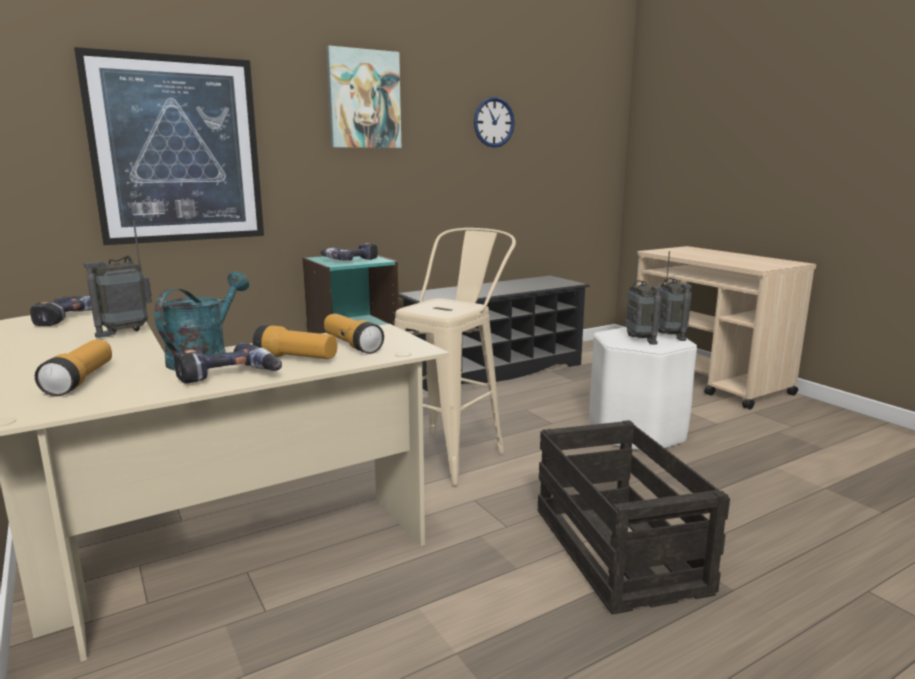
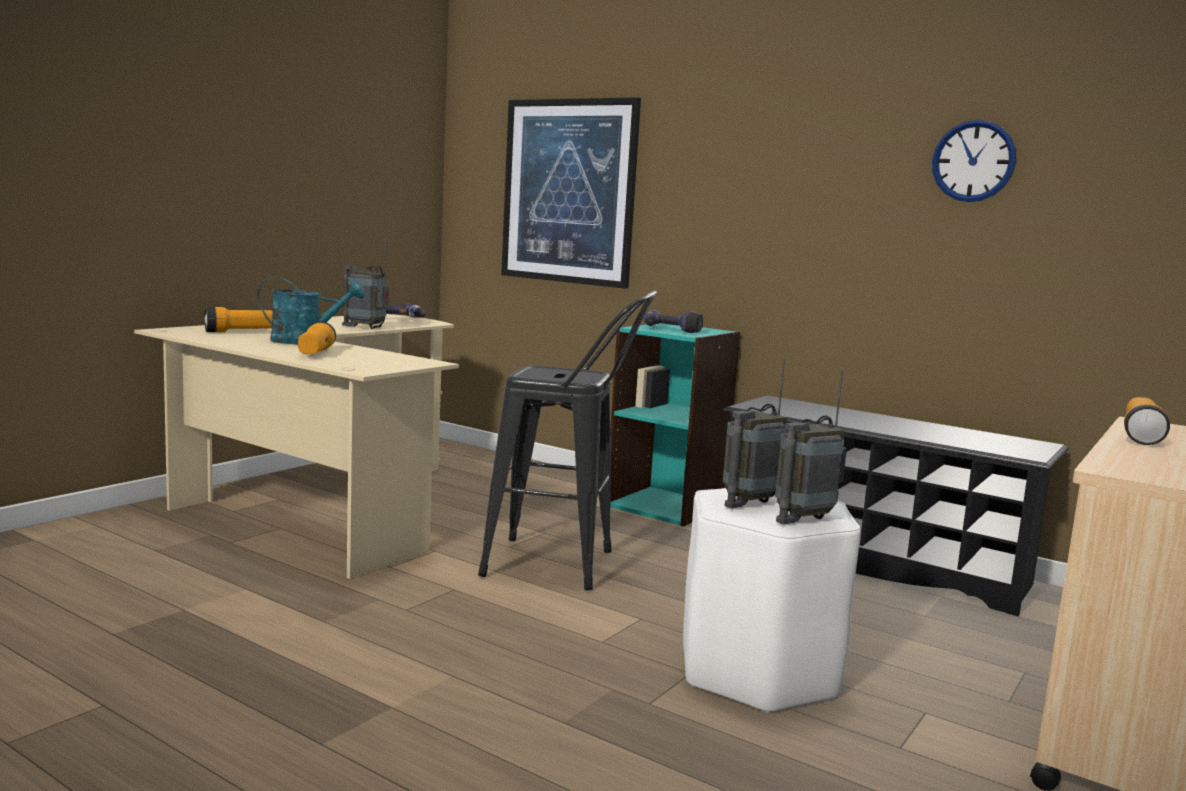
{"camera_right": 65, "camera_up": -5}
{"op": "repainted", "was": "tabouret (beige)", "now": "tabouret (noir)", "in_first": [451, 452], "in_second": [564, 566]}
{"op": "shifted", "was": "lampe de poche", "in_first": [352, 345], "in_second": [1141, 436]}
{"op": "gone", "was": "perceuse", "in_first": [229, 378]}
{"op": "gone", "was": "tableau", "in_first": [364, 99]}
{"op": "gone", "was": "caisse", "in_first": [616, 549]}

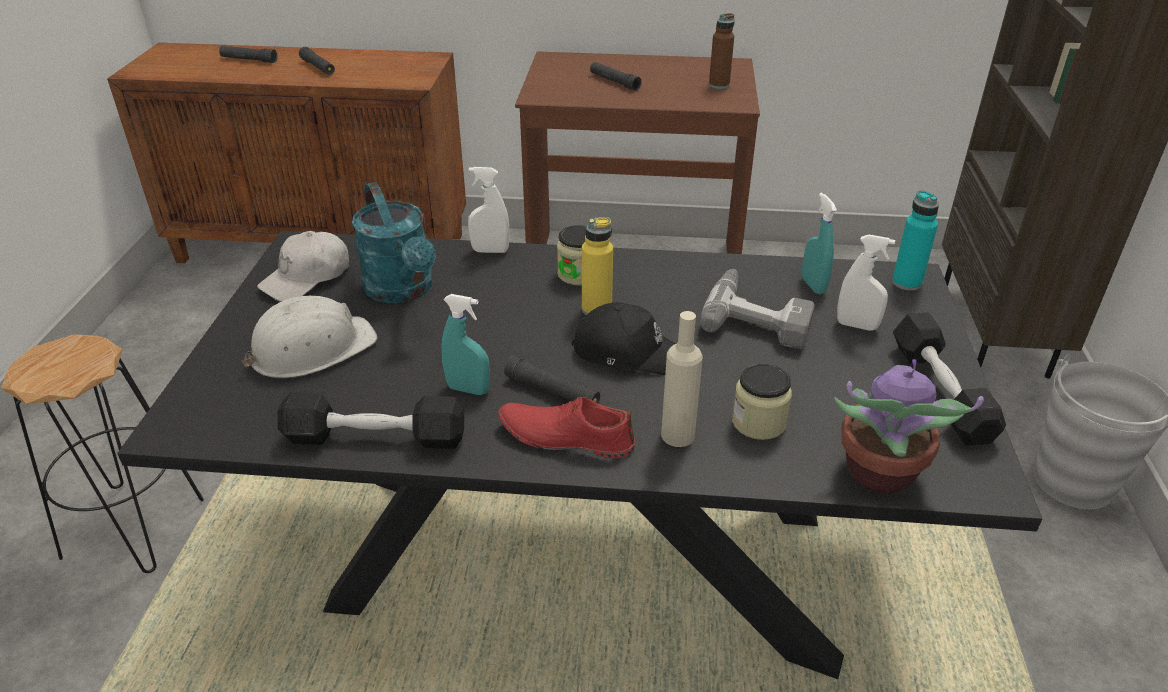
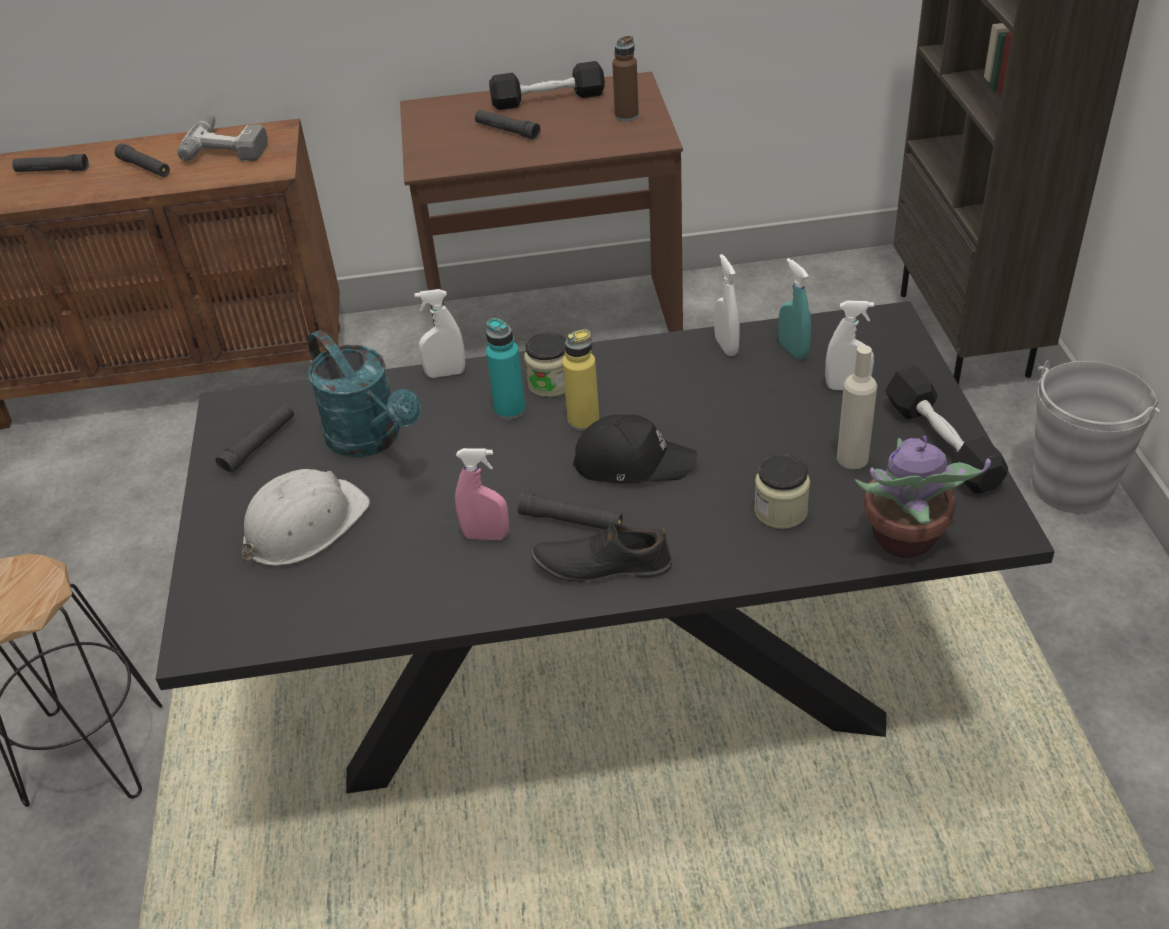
{"camera_right": -10, "camera_up": 5}
{"op": "shifted", "was": "perceuse", "in_first": [758, 316], "in_second": [230, 145]}
{"op": "swapped", "was": "casquette (blanc)", "now": "lampe de poche (noir)", "in_first": [307, 278], "in_second": [259, 445]}
{"op": "repainted", "was": "vaporisateur (turquoise)", "now": "vaporisateur (rose)", "in_first": [468, 389], "in_second": [486, 536]}
{"op": "shifted", "was": "bouteille (turquoise)", "in_first": [906, 282], "in_second": [510, 410]}
{"op": "shifted", "was": "haltère (noir)", "in_first": [375, 437], "in_second": [548, 99]}
{"op": "repainted", "was": "chaussure (rouge)", "now": "chaussure (noir)", "in_first": [565, 437], "in_second": [601, 565]}
{"op": "new", "now": "vaporisateur (blanc)", "in_second": [726, 346]}
{"op": "shifted", "was": "bouteille (beige)", "in_first": [677, 435], "in_second": [852, 458]}

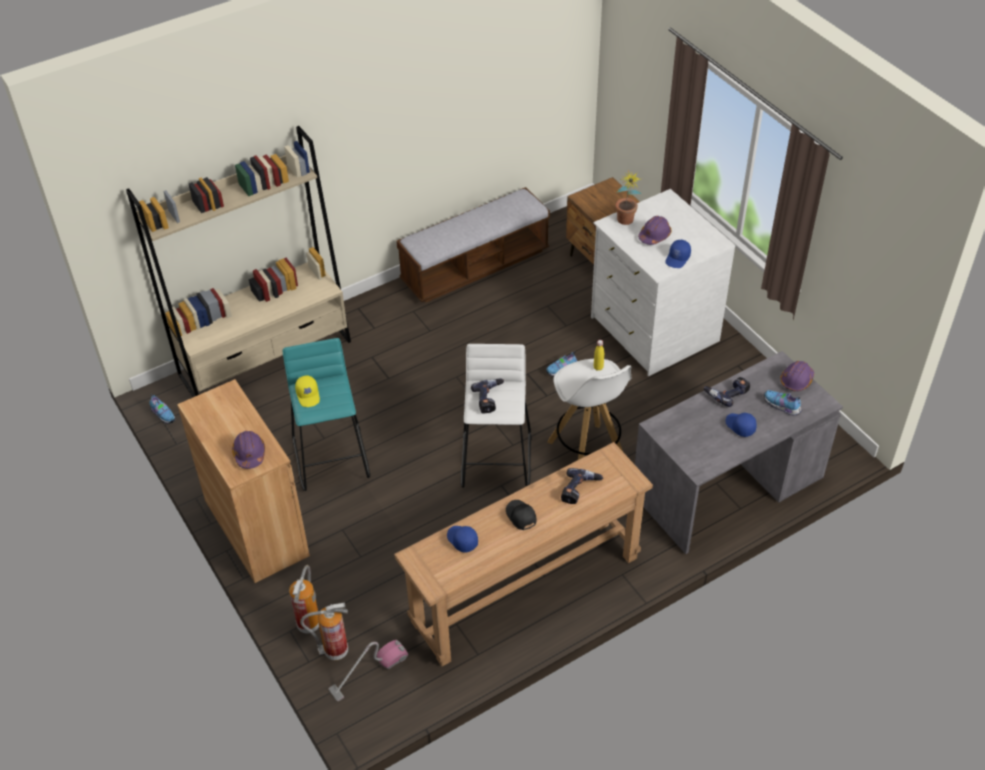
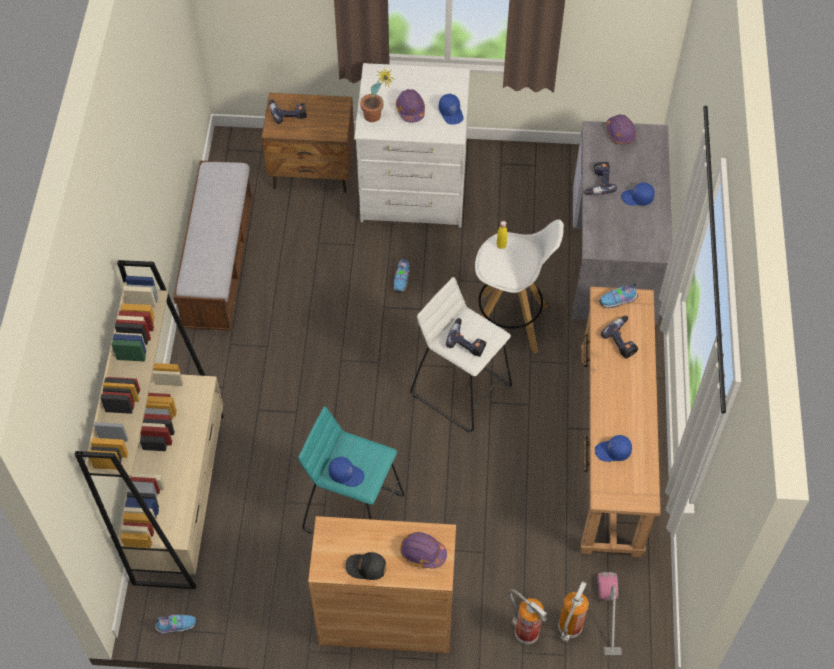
{"camera_right": -55, "camera_up": 10}
{"op": "new", "now": "perceuse", "in_second": [288, 113]}
{"op": "repainted", "was": "casquette (jaune)", "now": "casquette (bleu)", "in_first": [308, 395], "in_second": [346, 474]}
{"op": "shifted", "was": "casquette (noir)", "in_first": [520, 516], "in_second": [366, 568]}
{"op": "shifted", "was": "chaussure", "in_first": [782, 407], "in_second": [618, 301]}

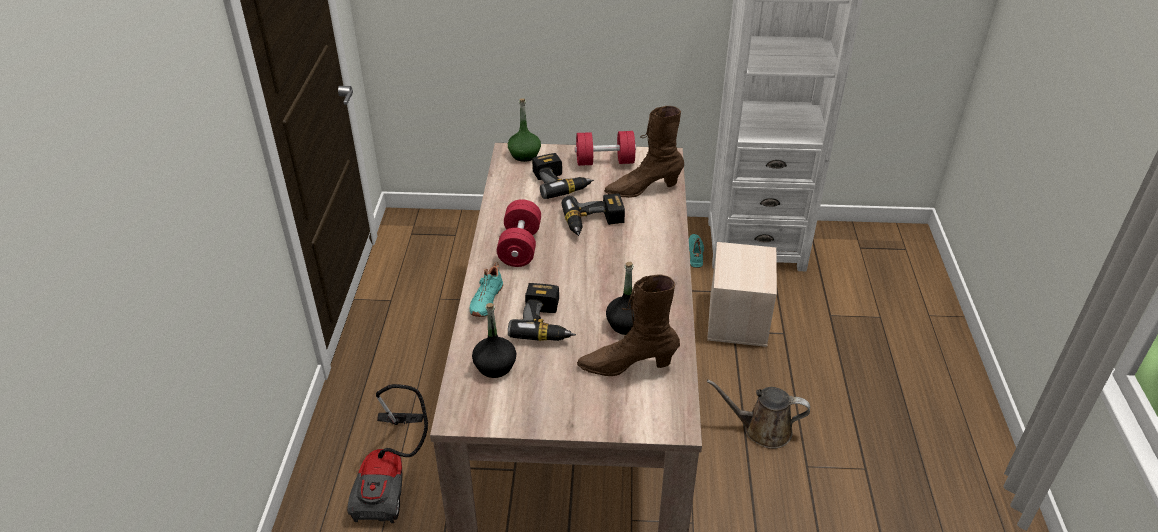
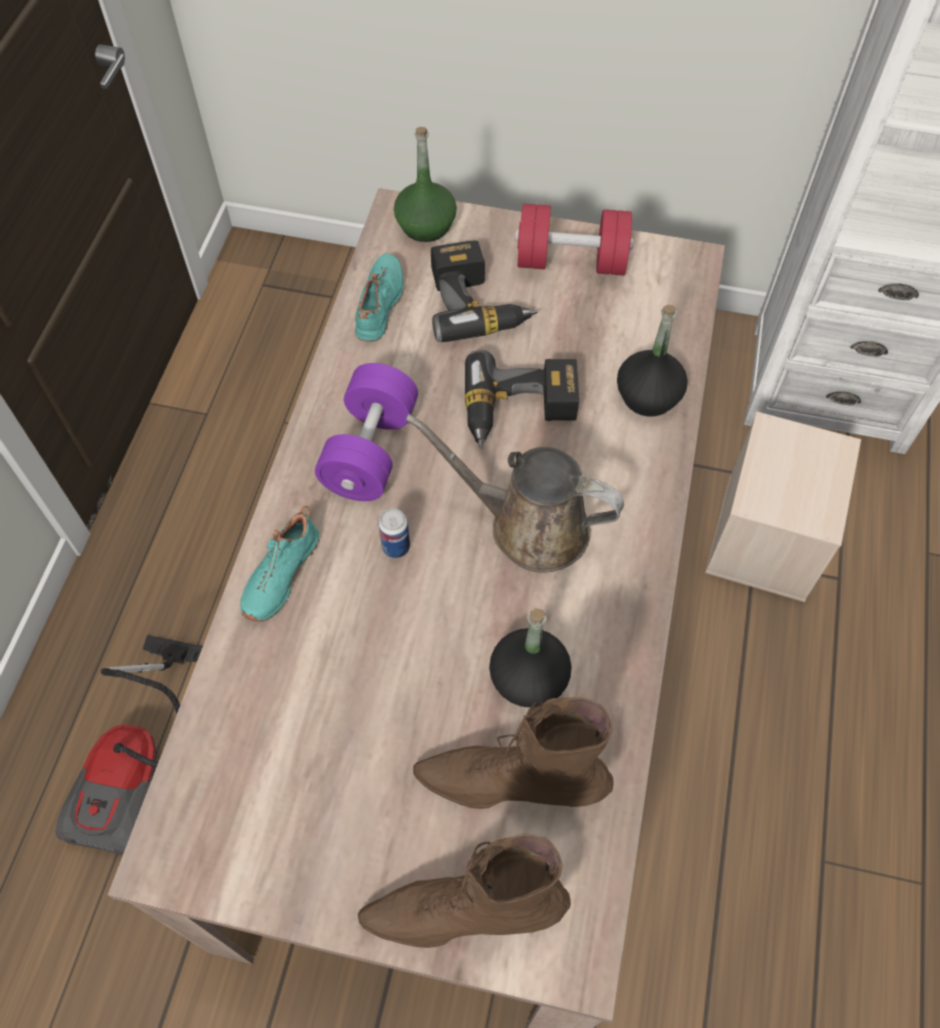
{"camera_right": 10, "camera_up": 20}
{"op": "repainted", "was": "haltère (rouge)", "now": "haltère (violet)", "in_first": [520, 247], "in_second": [370, 451]}
{"op": "shifted", "was": "chaussure (turquoise)", "in_first": [696, 254], "in_second": [381, 305]}
{"op": "shifted", "was": "botte (marron)", "in_first": [643, 189], "in_second": [462, 912]}
{"op": "new", "now": "boîte métallique", "in_second": [396, 547]}
{"op": "shifted", "was": "arrosoir (marron)", "in_first": [762, 430], "in_second": [529, 526]}
{"op": "shifted", "was": "bouteille (noir)", "in_first": [495, 366], "in_second": [648, 396]}
{"op": "gone", "was": "perceuse", "in_first": [546, 323]}

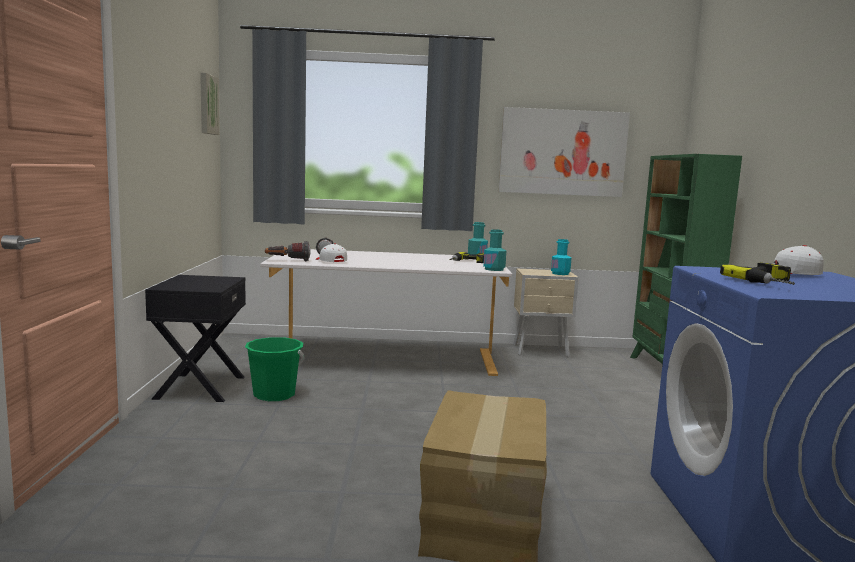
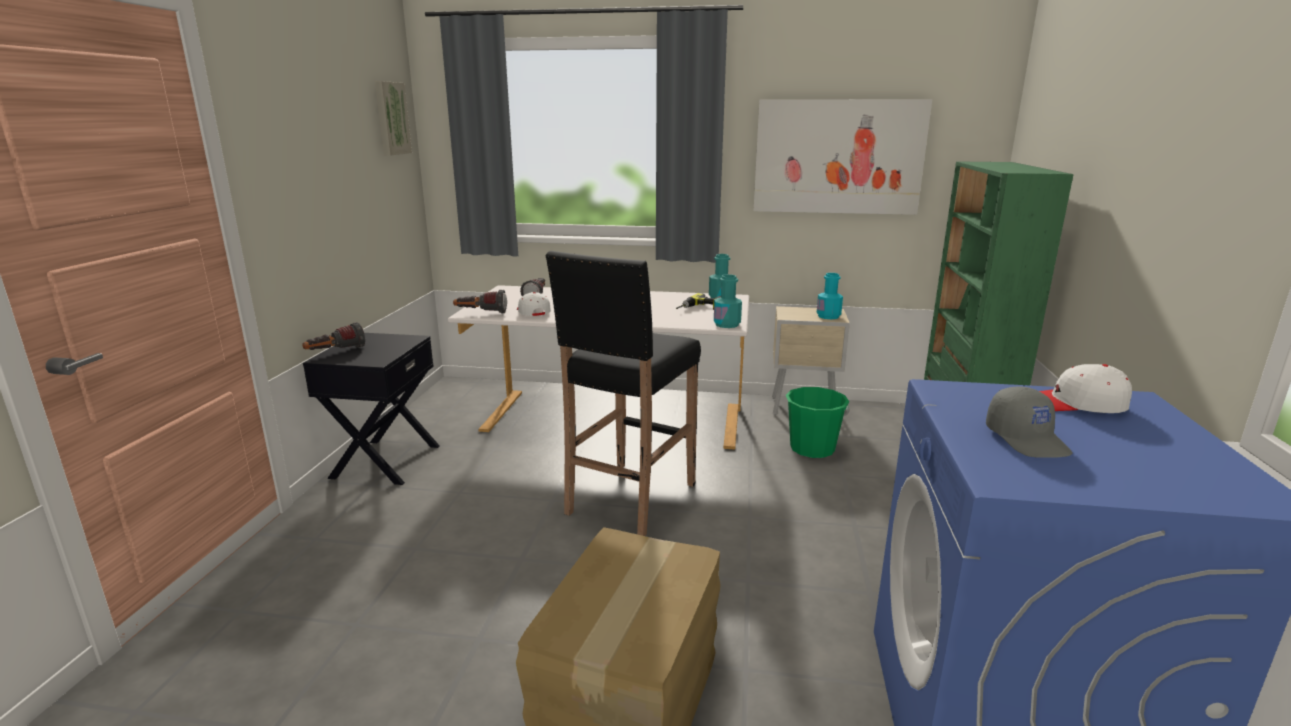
{"camera_right": 10, "camera_up": 10}
{"op": "new", "now": "lampe de poche", "in_second": [335, 352]}
{"op": "new", "now": "tabouret (noir)", "in_second": [629, 500]}
{"op": "shifted", "was": "seau (vert)", "in_first": [274, 394], "in_second": [812, 449]}
{"op": "swapped", "was": "perceuse", "now": "casquette (gris)", "in_first": [771, 283], "in_second": [1027, 439]}

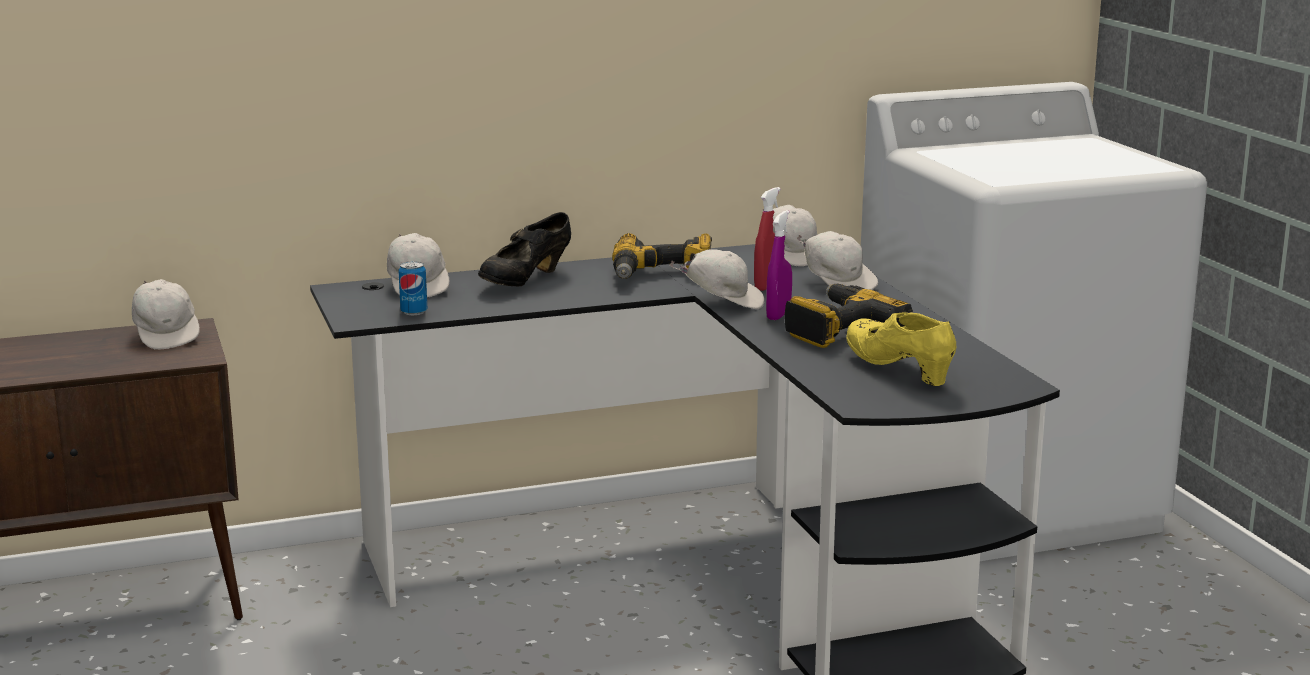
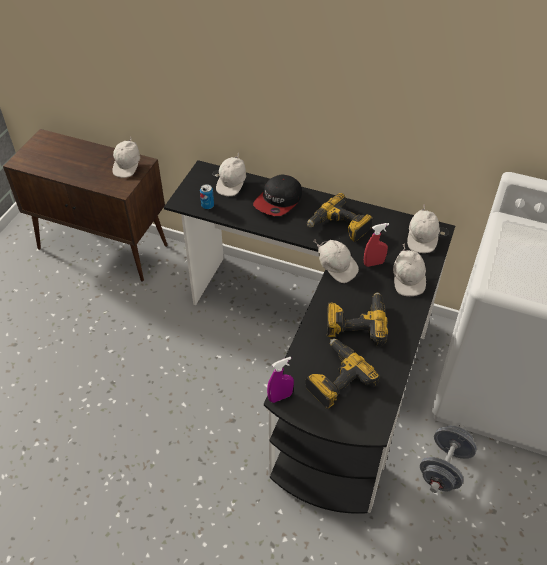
{"camera_right": 40, "camera_up": 30}
{"op": "swapped", "was": "chaussure (noir)", "now": "casquette", "in_first": [525, 281], "in_second": [278, 201]}
{"op": "shifted", "was": "vaporisateur (violet)", "in_first": [778, 315], "in_second": [280, 397]}
{"op": "swapped", "was": "chaussure (jaune)", "now": "perceuse", "in_first": [899, 370], "in_second": [336, 379]}
{"op": "new", "now": "haltère (gris)", "in_second": [444, 467]}

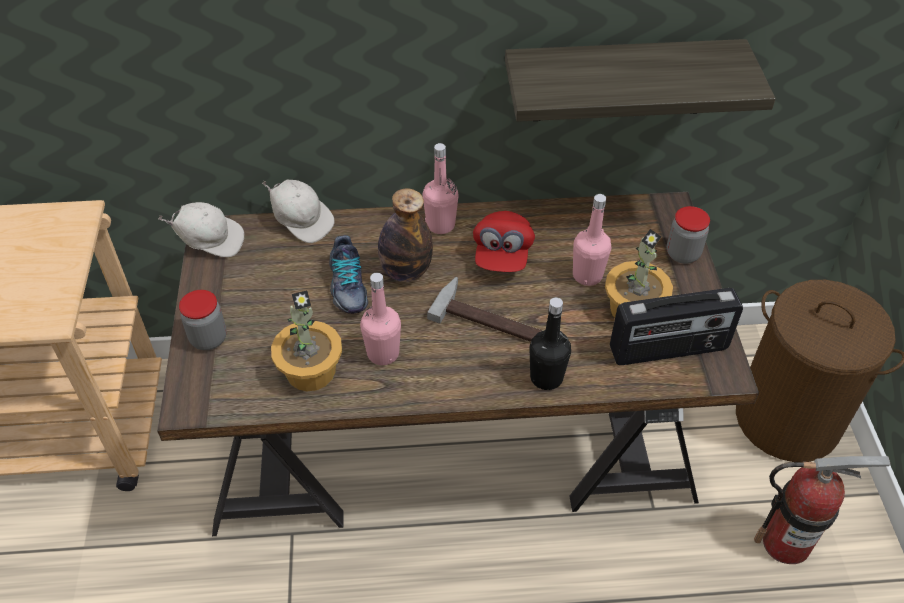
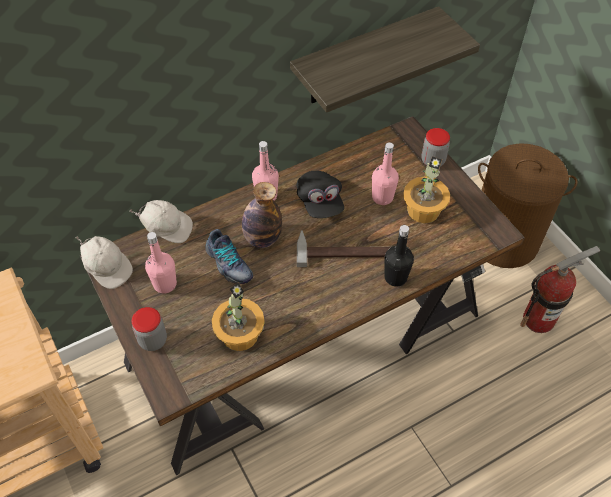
{"camera_right": -25, "camera_up": 5}
{"op": "rotated", "was": "casquette (blanc)", "in_first": [210, 241], "in_second": [107, 268], "clockwise": 60}
{"op": "shifted", "was": "bouteille (rose)", "in_first": [383, 353], "in_second": [165, 284]}
{"op": "repainted", "was": "casquette (rouge)", "now": "casquette (noir)", "in_first": [502, 254], "in_second": [320, 202]}
{"op": "gone", "was": "radio", "in_first": [669, 350]}

